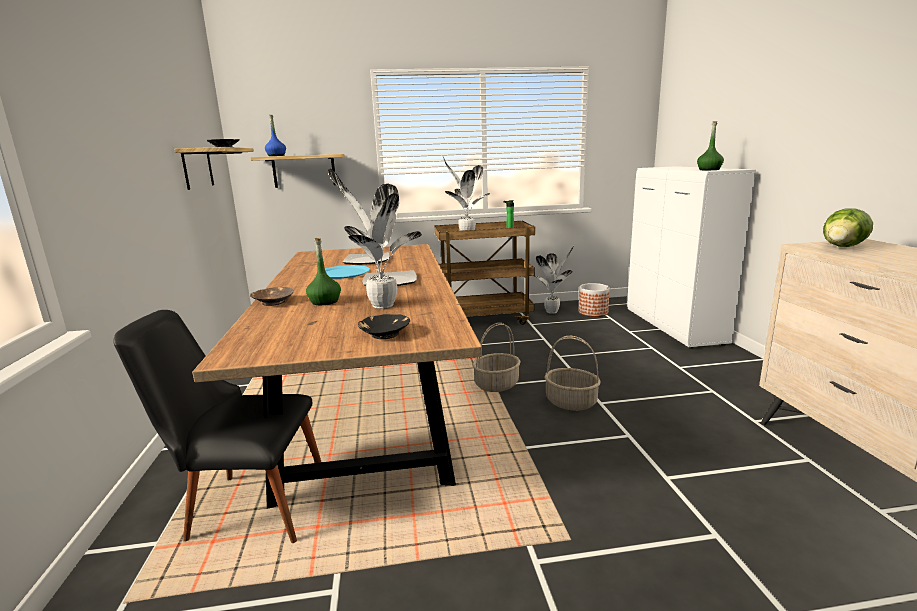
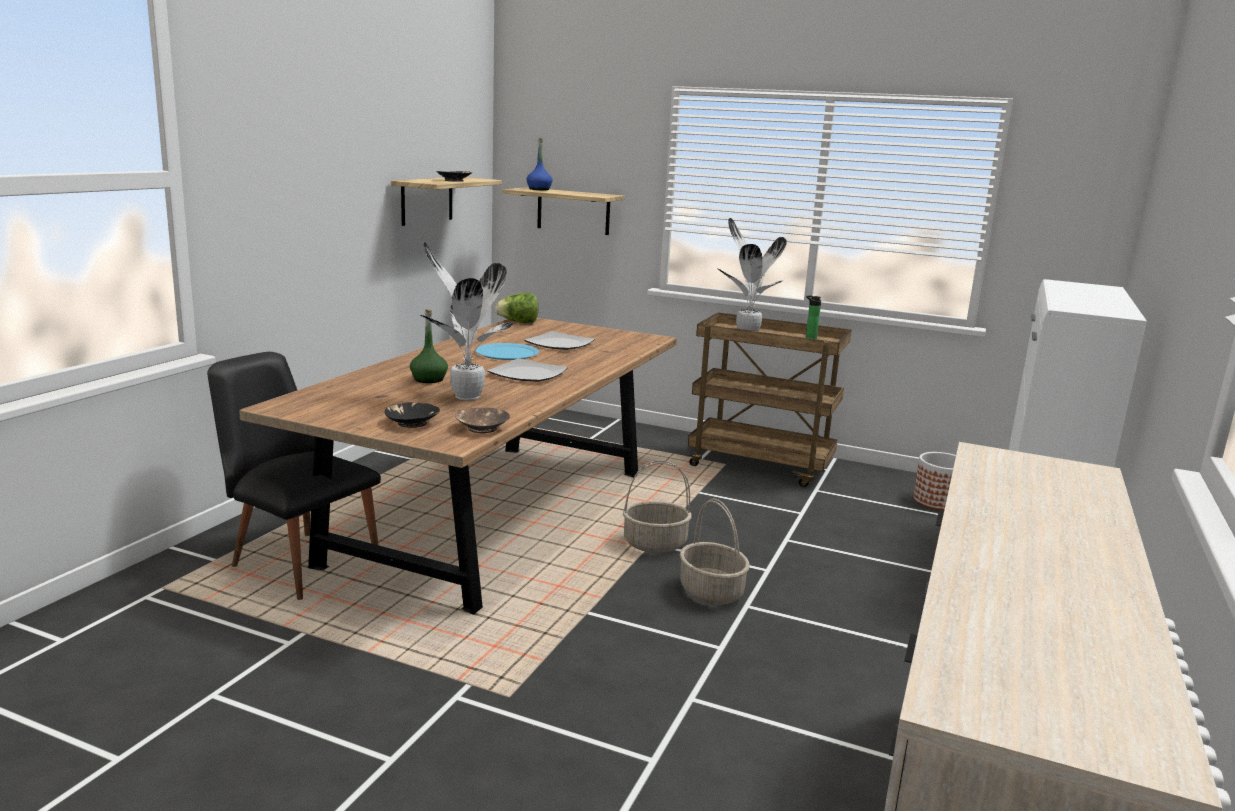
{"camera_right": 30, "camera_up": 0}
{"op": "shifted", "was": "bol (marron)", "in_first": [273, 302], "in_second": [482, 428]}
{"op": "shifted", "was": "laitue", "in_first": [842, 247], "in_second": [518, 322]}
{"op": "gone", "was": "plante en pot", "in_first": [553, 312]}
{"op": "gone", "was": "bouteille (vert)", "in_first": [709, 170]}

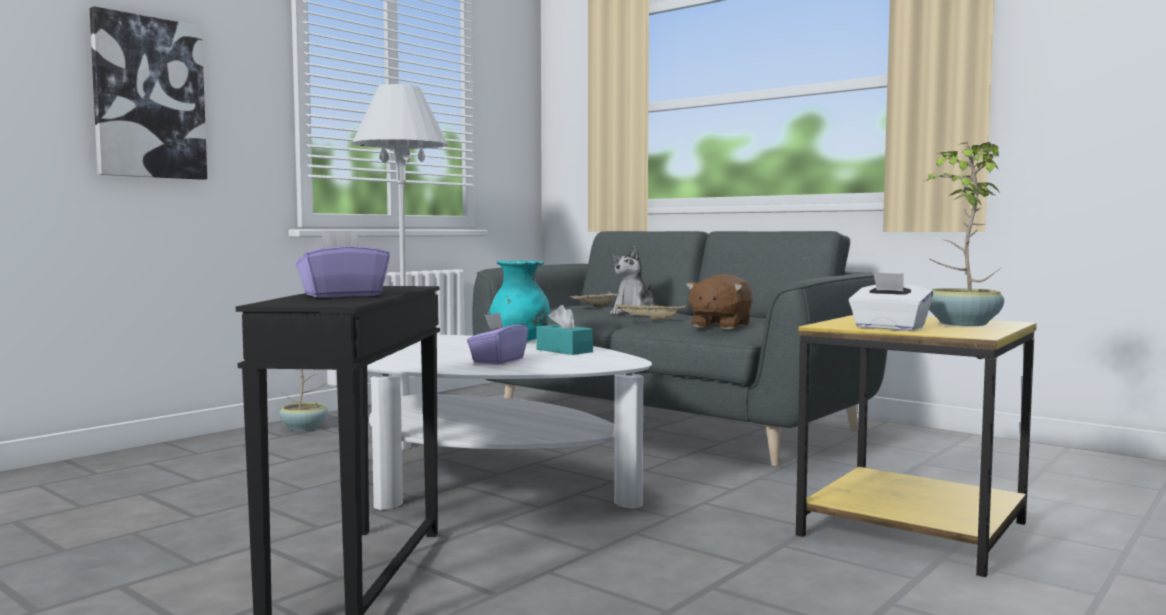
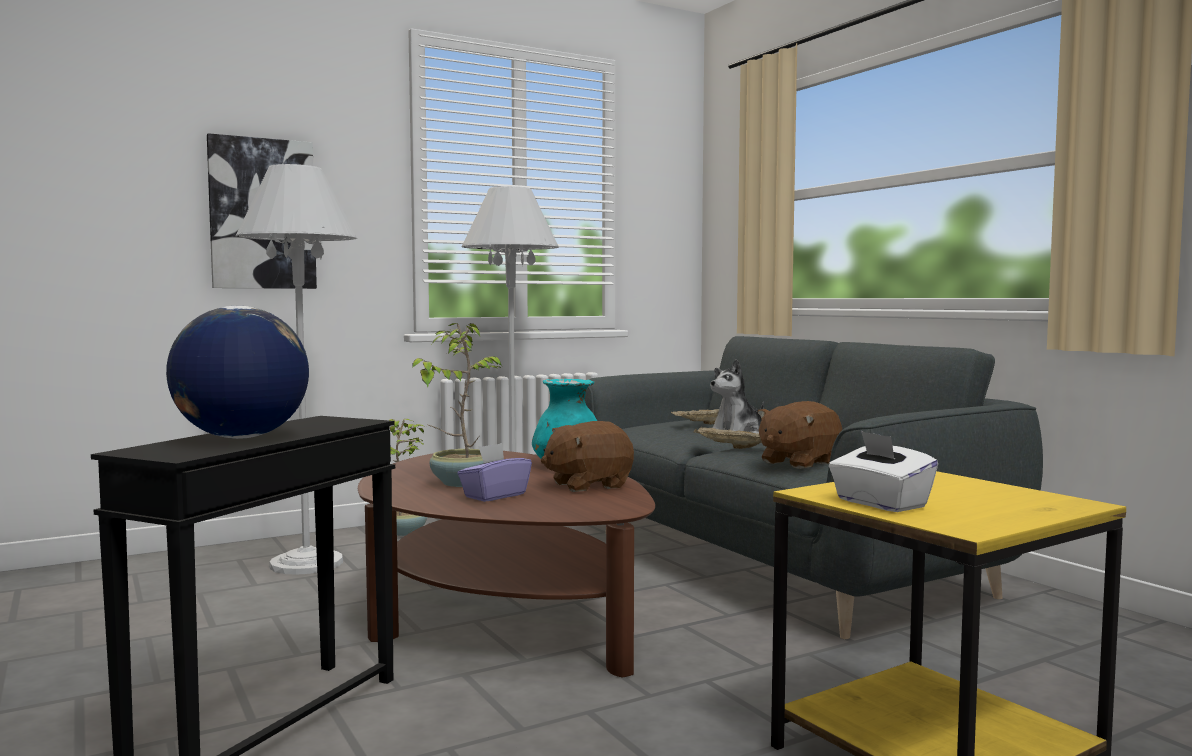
{"camera_right": 20, "camera_up": 0}
{"op": "swapped", "was": "boîte à mouchoirs (violet)", "now": "globe", "in_first": [343, 295], "in_second": [241, 437]}
{"op": "new", "now": "lampadaire (blanc)", "in_second": [306, 563]}
{"op": "repainted", "was": "table basse (blanc)", "now": "table basse (marron)", "in_first": [480, 478], "in_second": [502, 615]}
{"op": "shifted", "was": "plante en pot", "in_first": [961, 324], "in_second": [461, 483]}
{"op": "swapped", "was": "boîte à mouchoirs (turquoise)", "now": "peluche (marron)", "in_first": [564, 350], "in_second": [588, 485]}

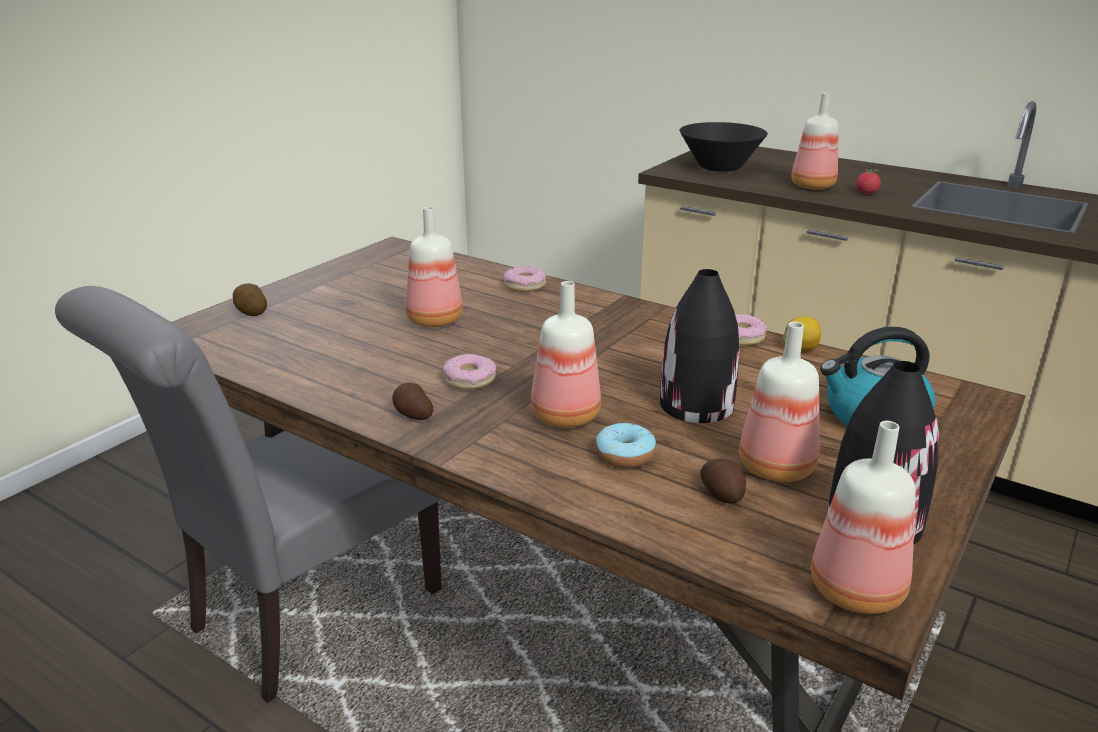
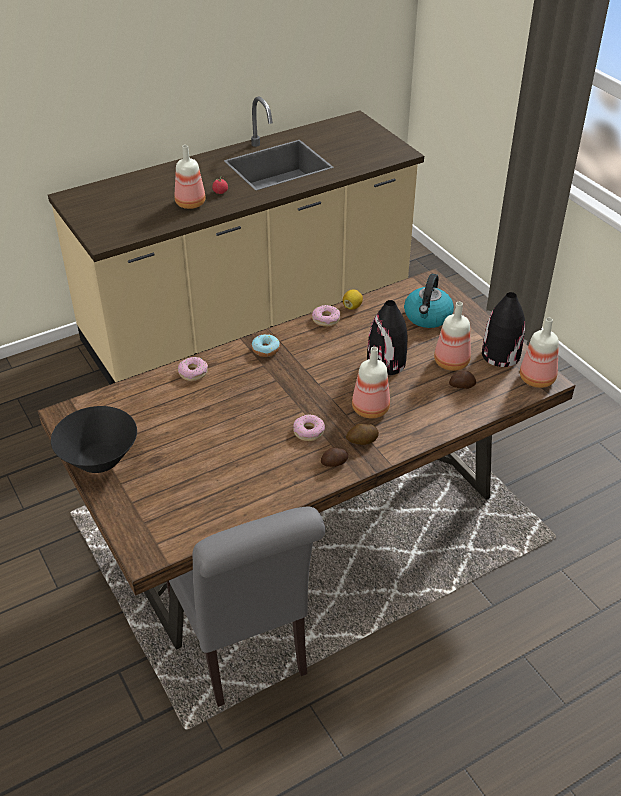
{"camera_right": -65, "camera_up": 15}
{"op": "shifted", "was": "bol (noir)", "in_first": [719, 167], "in_second": [99, 460]}
{"op": "shifted", "was": "beignet", "in_first": [625, 455], "in_second": [265, 350]}
{"op": "shifted", "was": "pomme de terre", "in_first": [251, 312], "in_second": [362, 441]}
{"op": "gone", "was": "bouteille", "in_first": [434, 321]}

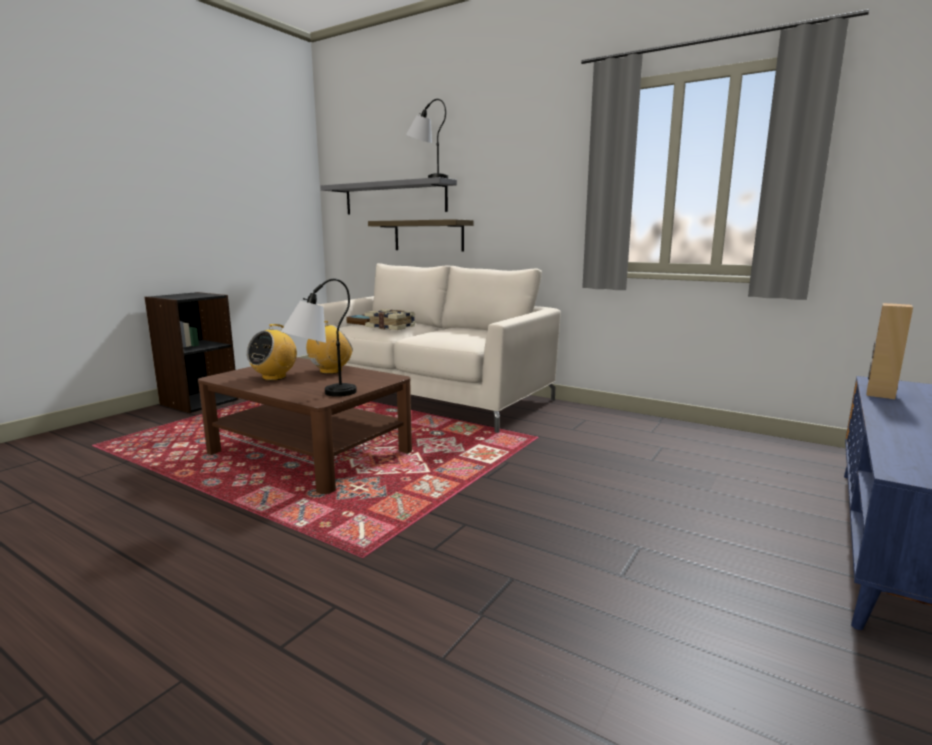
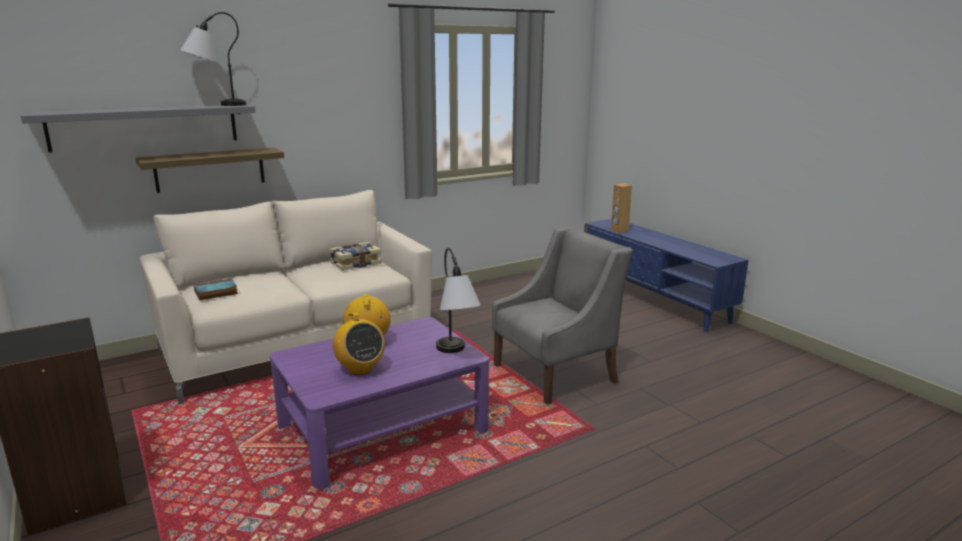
{"camera_right": -65, "camera_up": 5}
{"op": "repainted", "was": "table basse (marron)", "now": "table basse (violet)", "in_first": [310, 452], "in_second": [382, 428]}
{"op": "shifted", "was": "livre", "in_first": [391, 327], "in_second": [355, 263]}
{"op": "new", "now": "fauteuil (gris)", "in_second": [556, 373]}

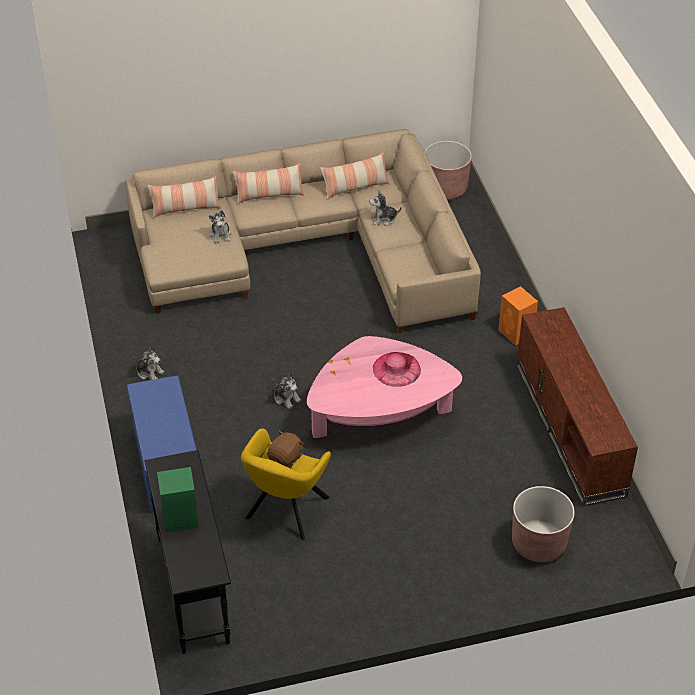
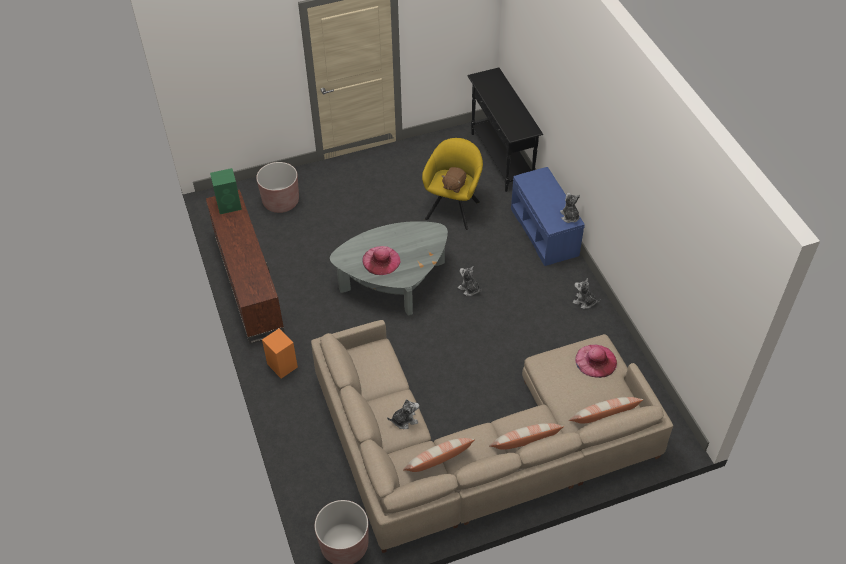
{"camera_right": 175, "camera_up": 5}
{"op": "shifted", "was": "enceinte (vert)", "in_first": [179, 518], "in_second": [229, 205]}
{"op": "repainted", "was": "table basse (rose)", "now": "table basse (gris)", "in_first": [380, 416], "in_second": [394, 280]}
{"op": "shifted", "was": "peluche", "in_first": [221, 235], "in_second": [569, 216]}
{"op": "new", "now": "chapeau (rose)", "in_second": [596, 361]}

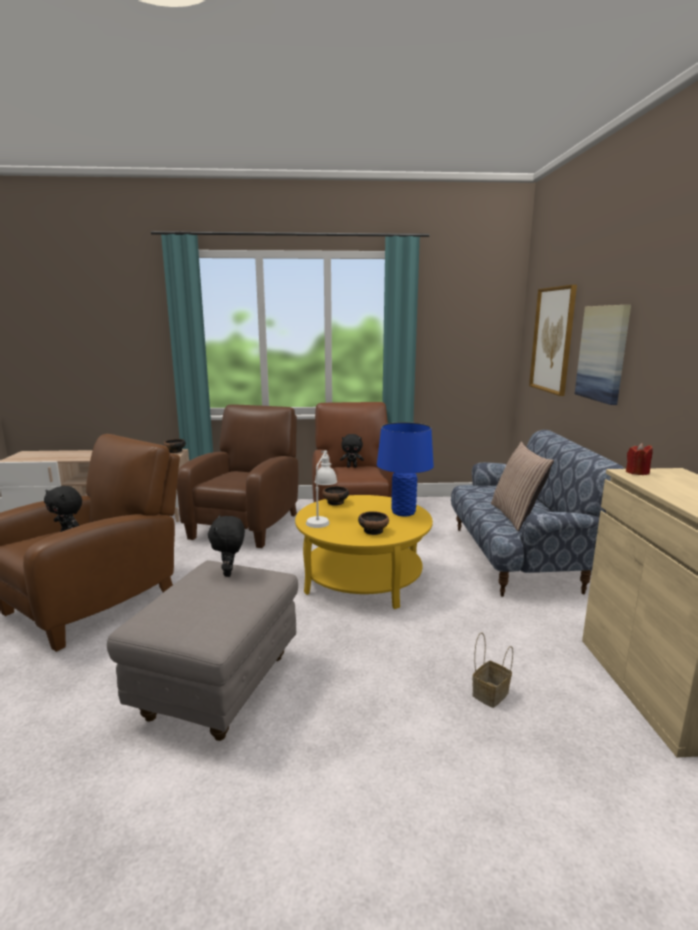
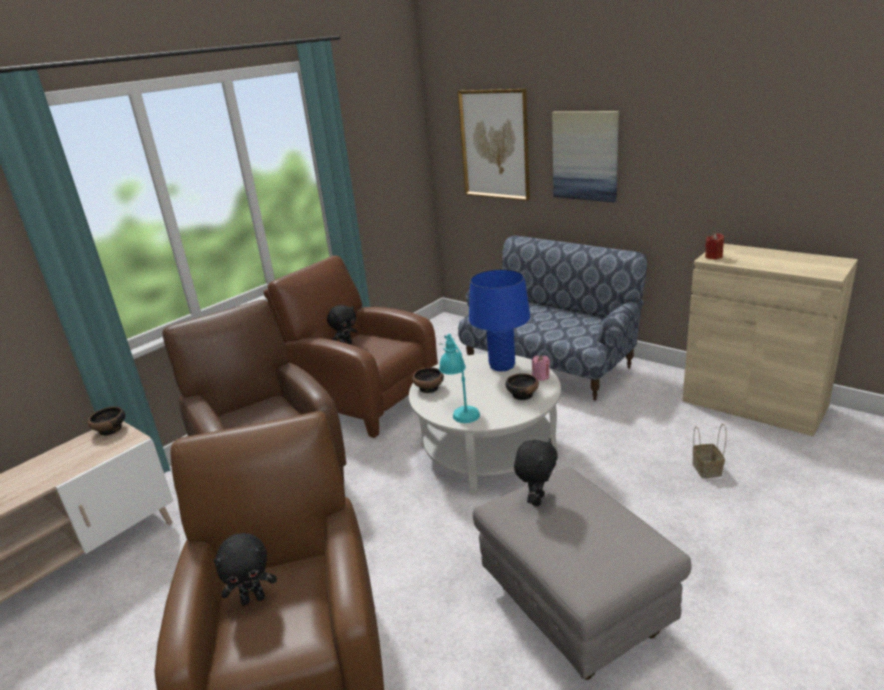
{"camera_right": -45, "camera_up": 10}
{"op": "repainted", "was": "table basse (jaune)", "now": "table basse (blanc)", "in_first": [363, 578], "in_second": [488, 450]}
{"op": "repainted", "was": "lampe de table (blanc)", "now": "lampe de table (turquoise)", "in_first": [321, 519], "in_second": [460, 410]}
{"op": "rotated", "was": "peluche (noir)", "in_first": [229, 573], "in_second": [536, 499], "clockwise": -105}
{"op": "new", "now": "bougie (rose)", "in_second": [541, 377]}
{"op": "gone", "was": "coussin", "in_first": [516, 516]}

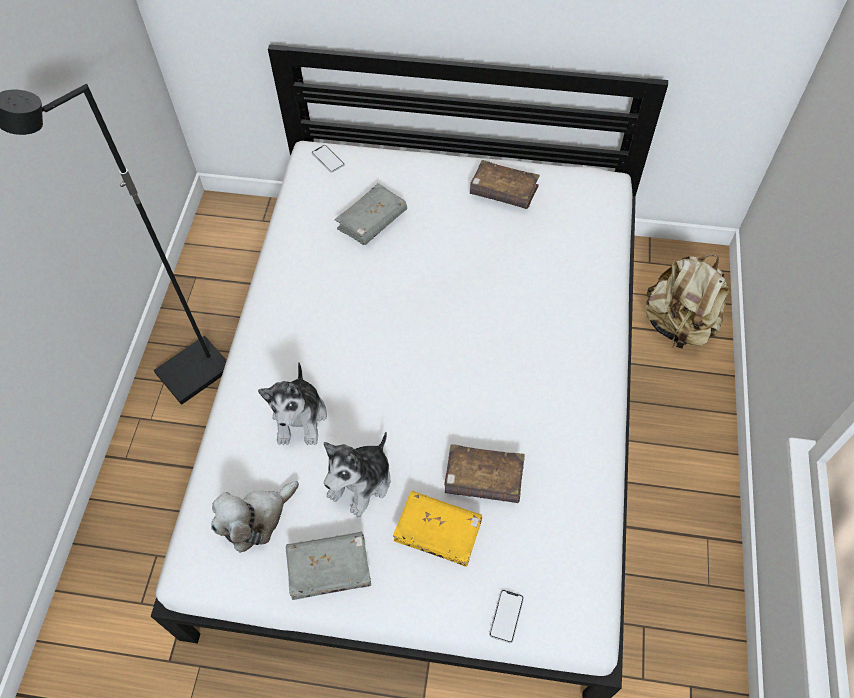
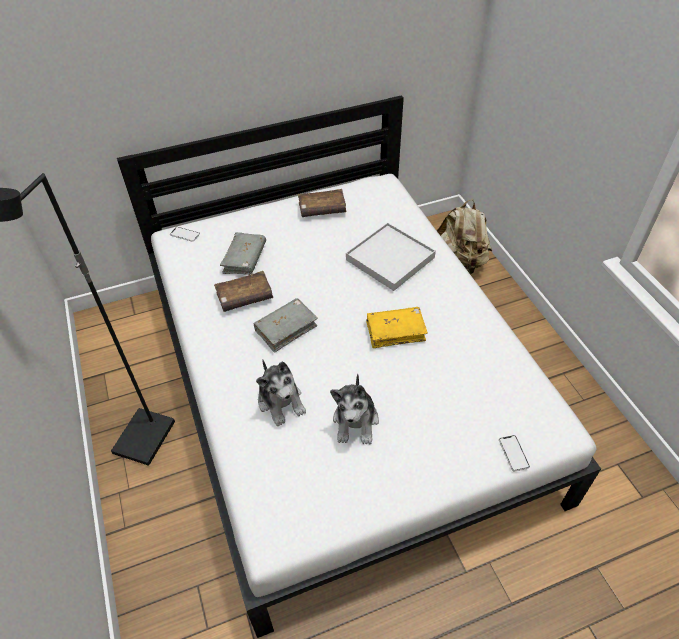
{"camera_right": -30, "camera_up": -10}
{"op": "shifted", "was": "livre (marron)", "in_first": [483, 478], "in_second": [244, 297]}
{"op": "shifted", "was": "livre (gris)", "in_first": [329, 568], "in_second": [286, 329]}
{"op": "new", "now": "plateau (blanc)", "in_second": [390, 259]}
{"op": "shifted", "was": "livre (jaune)", "in_first": [438, 531], "in_second": [395, 331]}
{"op": "gone", "was": "peluche", "in_first": [256, 519]}

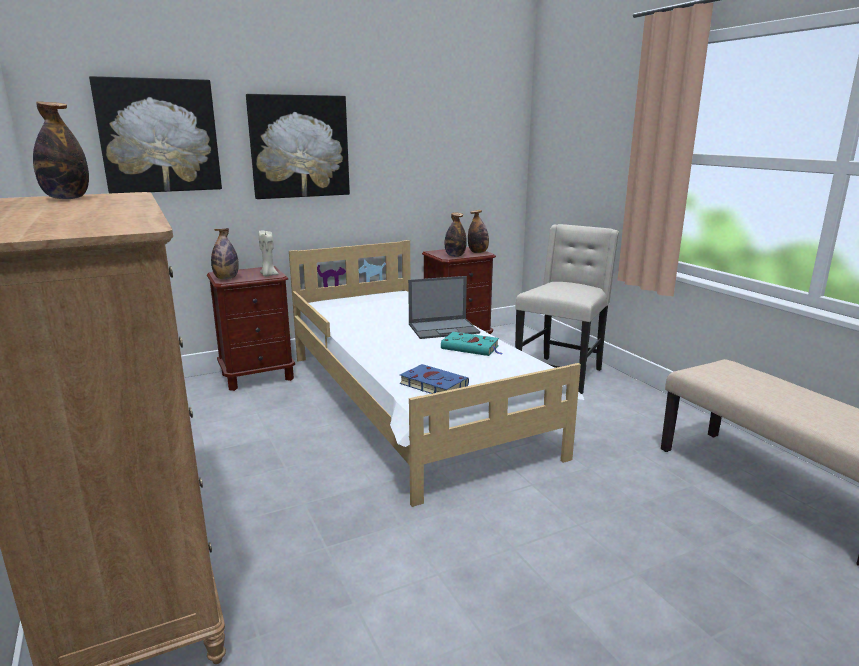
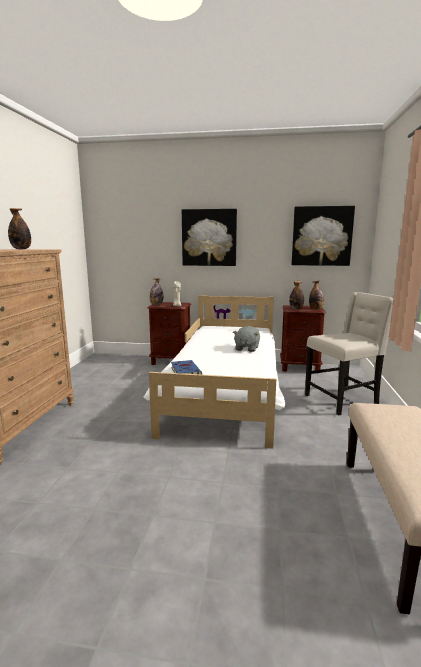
{"camera_right": 35, "camera_up": -5}
{"op": "swapped", "was": "ordinateur portable", "now": "peluche (gris)", "in_first": [444, 328], "in_second": [246, 348]}
{"op": "shifted", "was": "tableau", "in_first": [159, 136], "in_second": [321, 236]}
{"op": "gone", "was": "livre (turquoise)", "in_first": [471, 348]}

